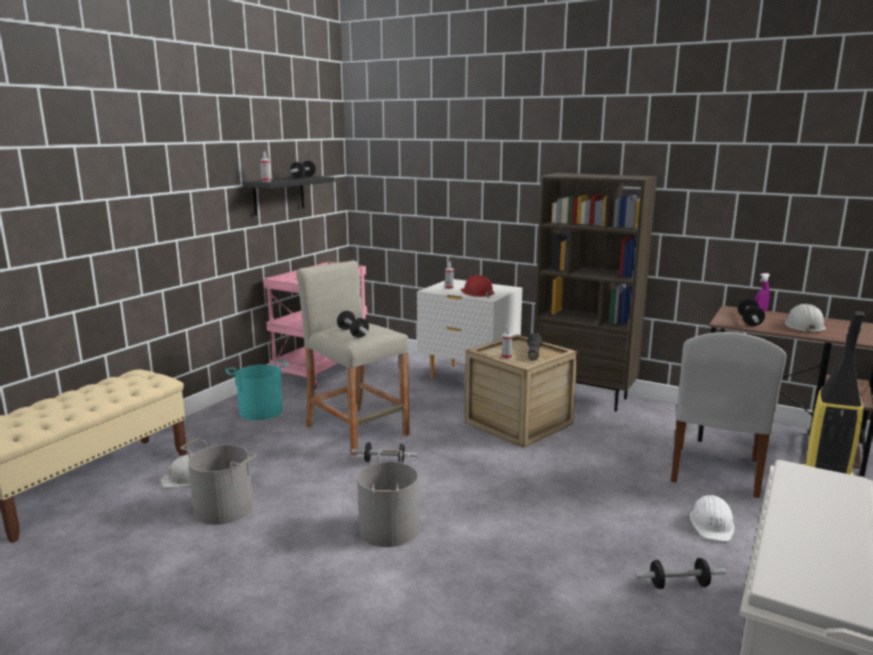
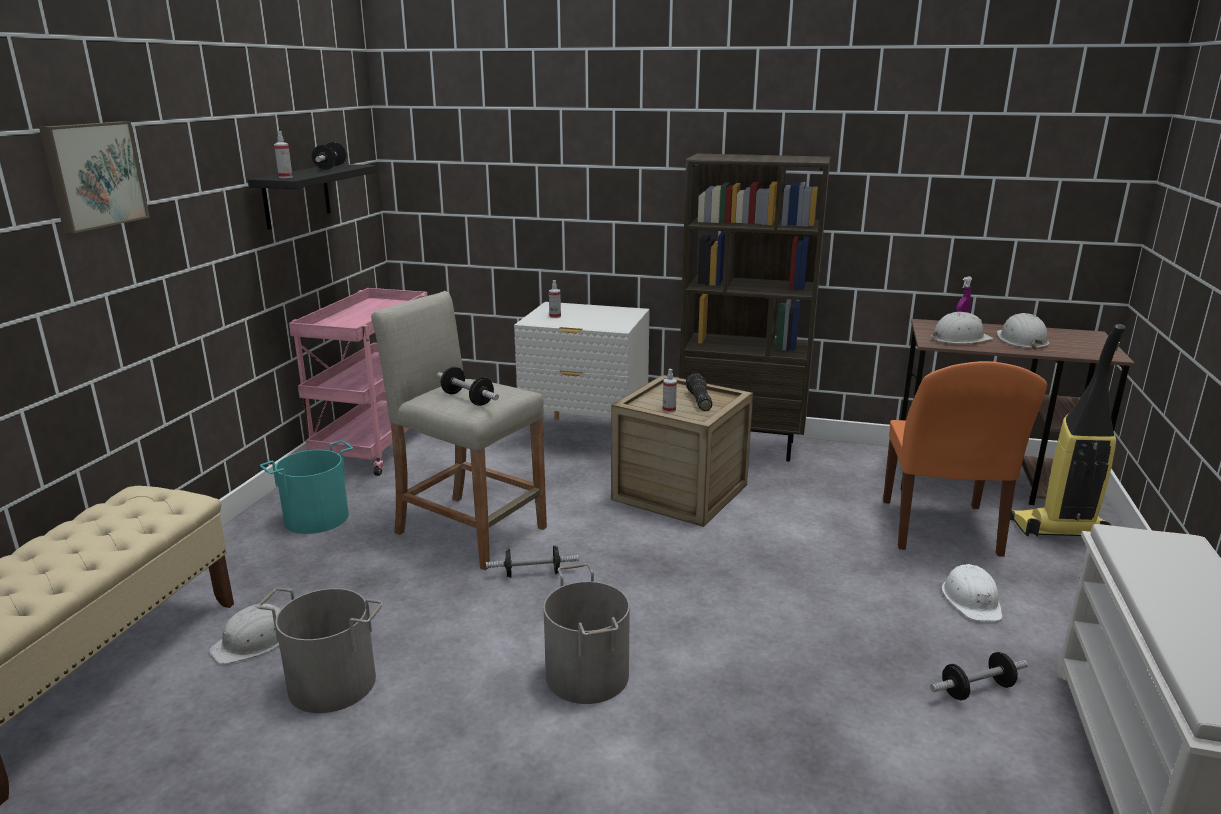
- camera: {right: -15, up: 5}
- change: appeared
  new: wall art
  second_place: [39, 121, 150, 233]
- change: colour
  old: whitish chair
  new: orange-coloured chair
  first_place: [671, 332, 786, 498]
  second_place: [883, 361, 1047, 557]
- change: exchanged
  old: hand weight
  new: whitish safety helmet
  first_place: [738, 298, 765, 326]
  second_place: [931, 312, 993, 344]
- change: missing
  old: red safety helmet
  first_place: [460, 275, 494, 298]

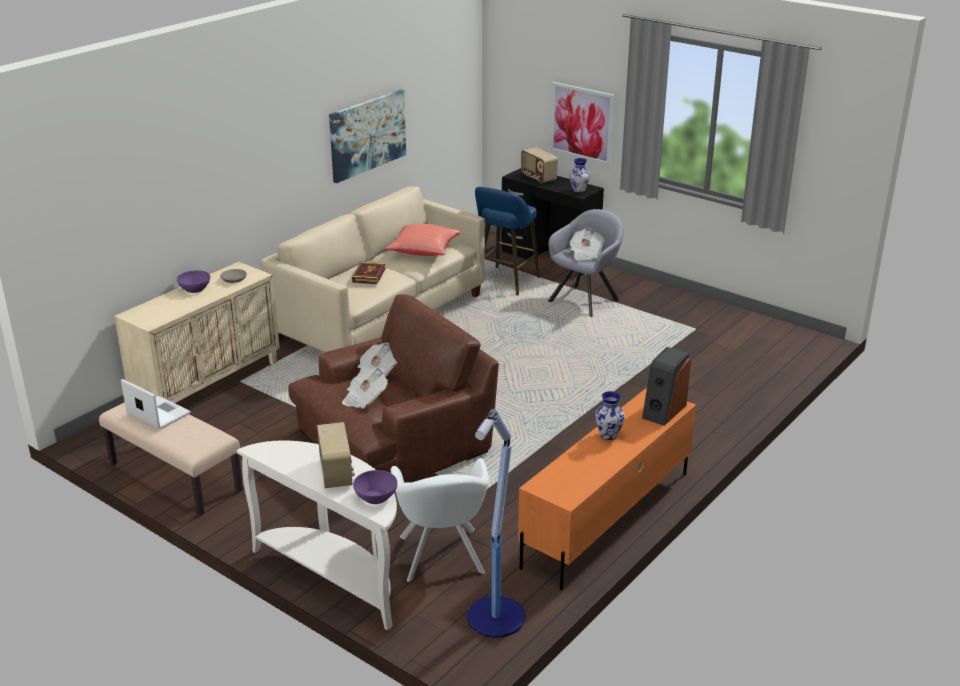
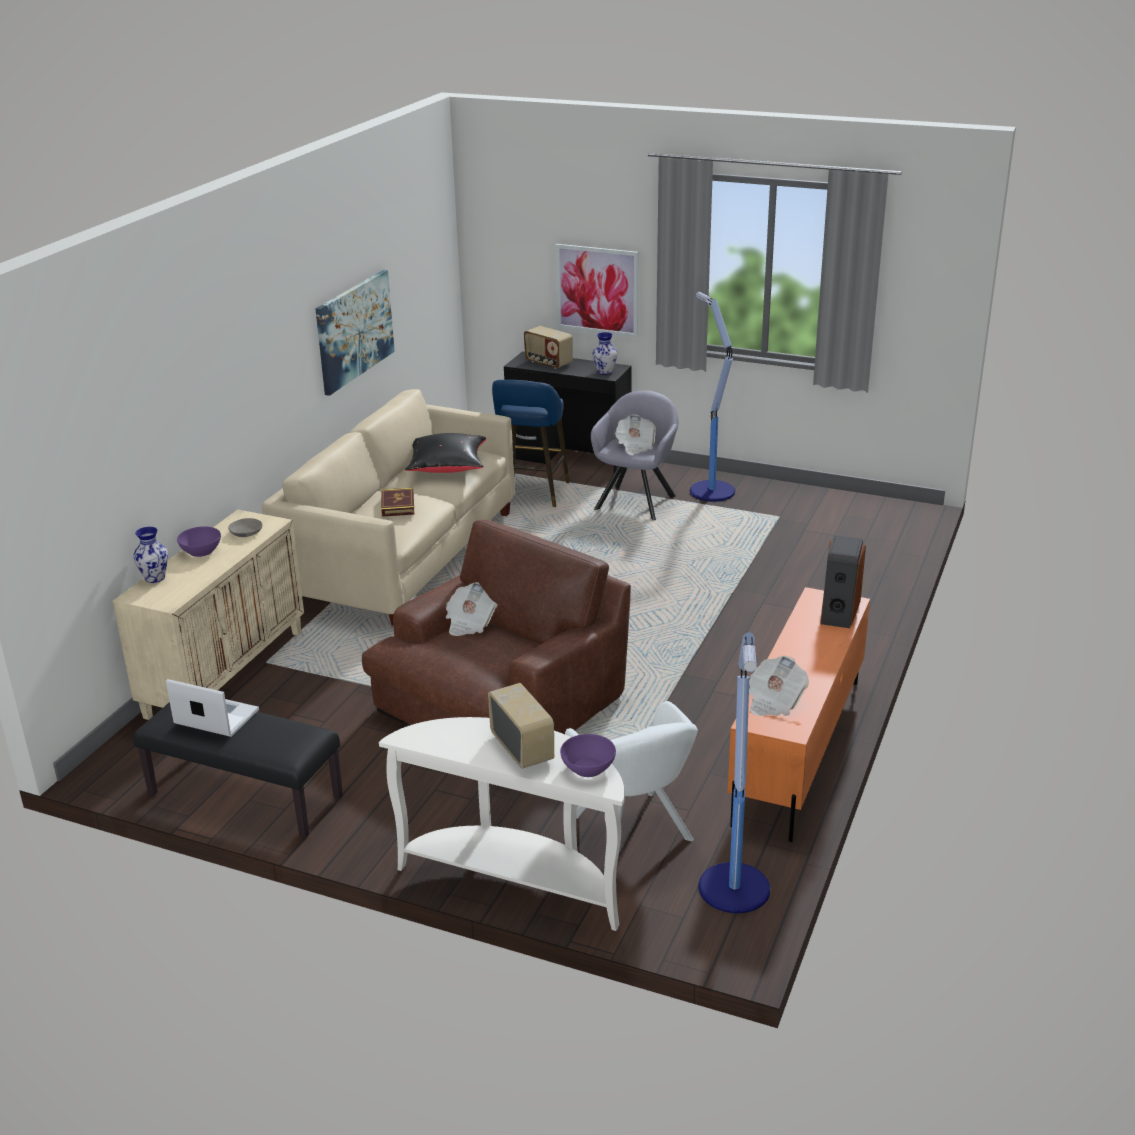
- camera: {right: -15, up: 0}
- change: relocated
  old: flower vase
  first_place: [595, 391, 625, 440]
  second_place: [133, 527, 168, 583]
- change: colour
  old: beige indoor bench
  new: black indoor bench
  first_place: [99, 402, 243, 516]
  second_place: [133, 702, 343, 838]
- change: colour
  old: red throw pillow
  new: black throw pillow
  first_place: [385, 224, 461, 256]
  second_place: [405, 433, 486, 473]
- change: appeared
  new: standard lamp
  second_place: [690, 292, 735, 502]
- change: relocated
  old: printed paper
  first_place: [342, 367, 388, 409]
  second_place: [749, 656, 809, 716]

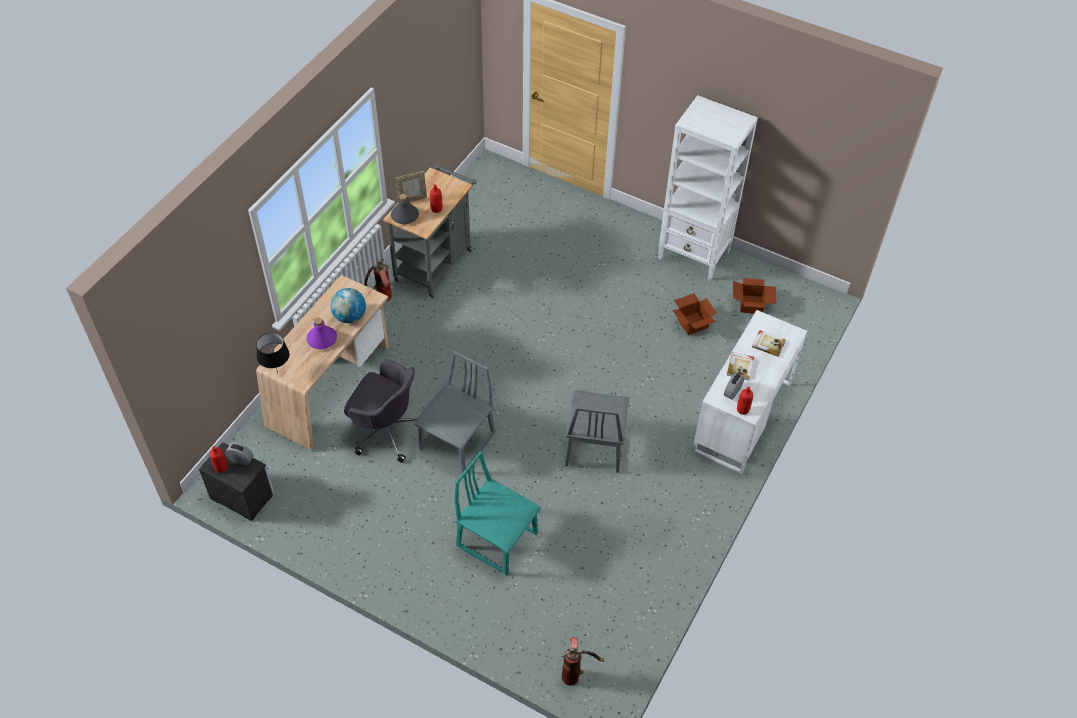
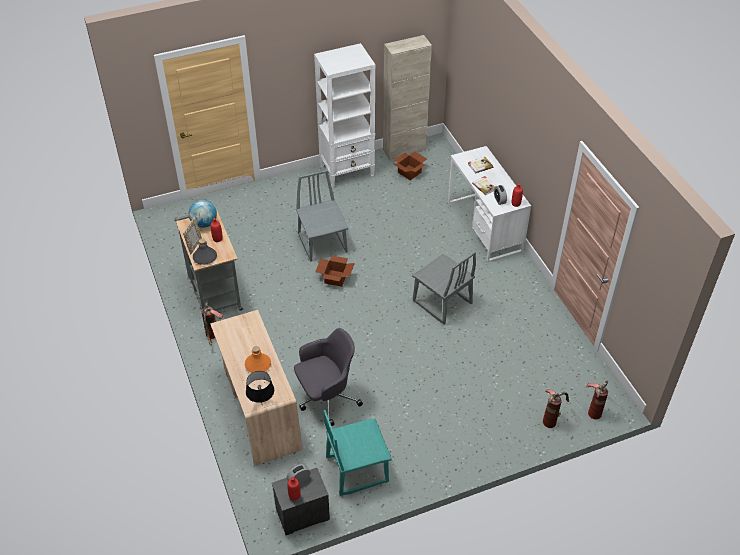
- camera: {right: -50, up: -5}
- change: relocated
  old: globe
  first_place: [330, 288, 366, 323]
  second_place: [189, 200, 217, 228]
- change: colour
  old: purple-coloured drink bottle
  new: orange-coloured drink bottle
  first_place: [307, 318, 337, 349]
  second_place: [245, 346, 271, 373]
- change: relocated
  old: grey chair
  first_place: [414, 351, 495, 473]
  second_place: [296, 170, 348, 262]
- change: relocated
  old: cardboard box
  first_place: [673, 293, 717, 335]
  second_place: [315, 255, 355, 287]
- change: relocated
  old: turquoise-coloured chair
  first_place: [455, 451, 541, 575]
  second_place: [323, 410, 392, 496]
- change: appeared
  new: beige cupboard
  second_place: [383, 35, 432, 160]
- change: appeared
  new: fire-fighting cylinder
  second_place: [543, 389, 569, 428]

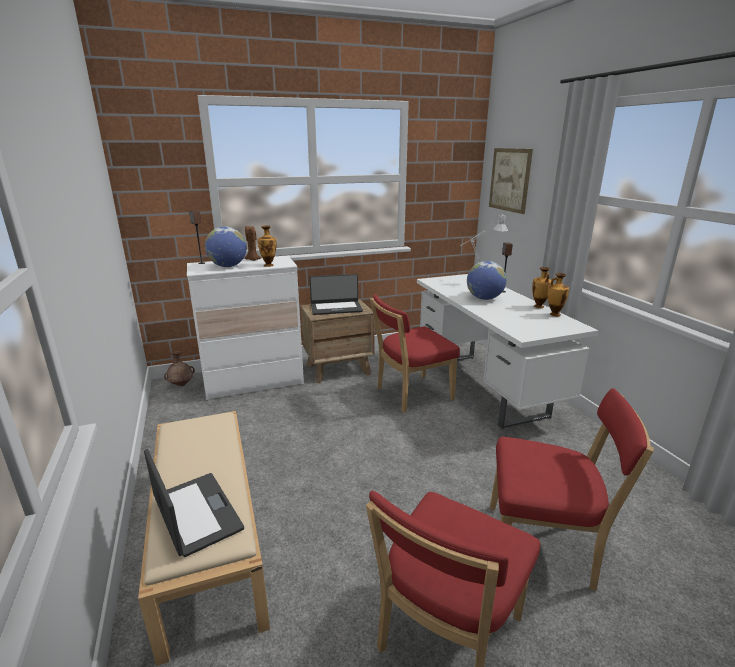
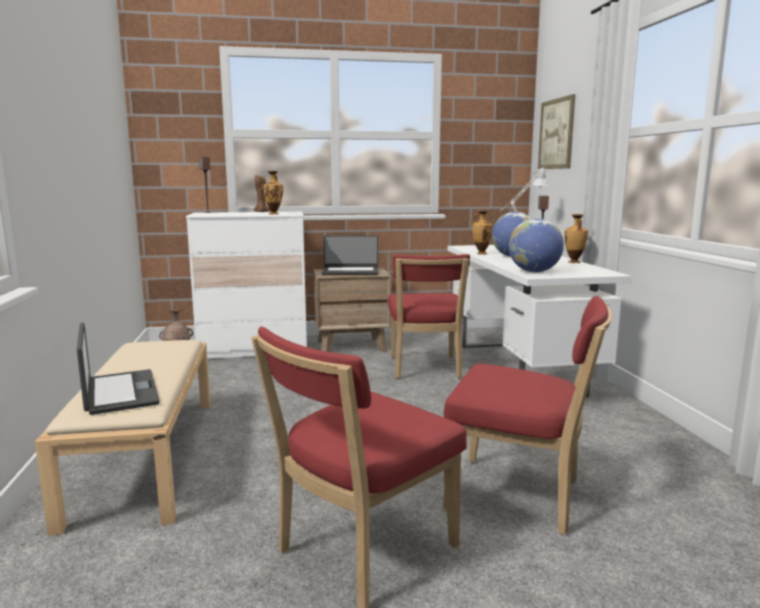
- camera: {right: 10, up: -10}
- change: spun
  old: red chair
  first_place: [370, 294, 460, 413]
  second_place: [388, 254, 470, 379]
  degrees: -75
- change: relocated
  old: flower vase
  first_place: [548, 273, 569, 317]
  second_place: [472, 210, 492, 255]
- change: relocated
  old: globe
  first_place: [205, 227, 247, 267]
  second_place: [509, 219, 564, 272]

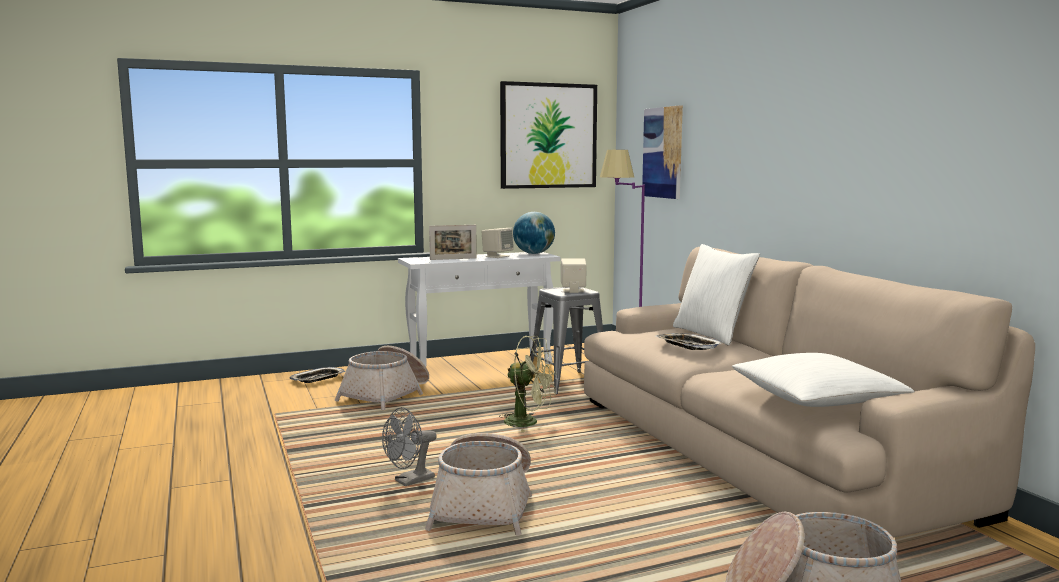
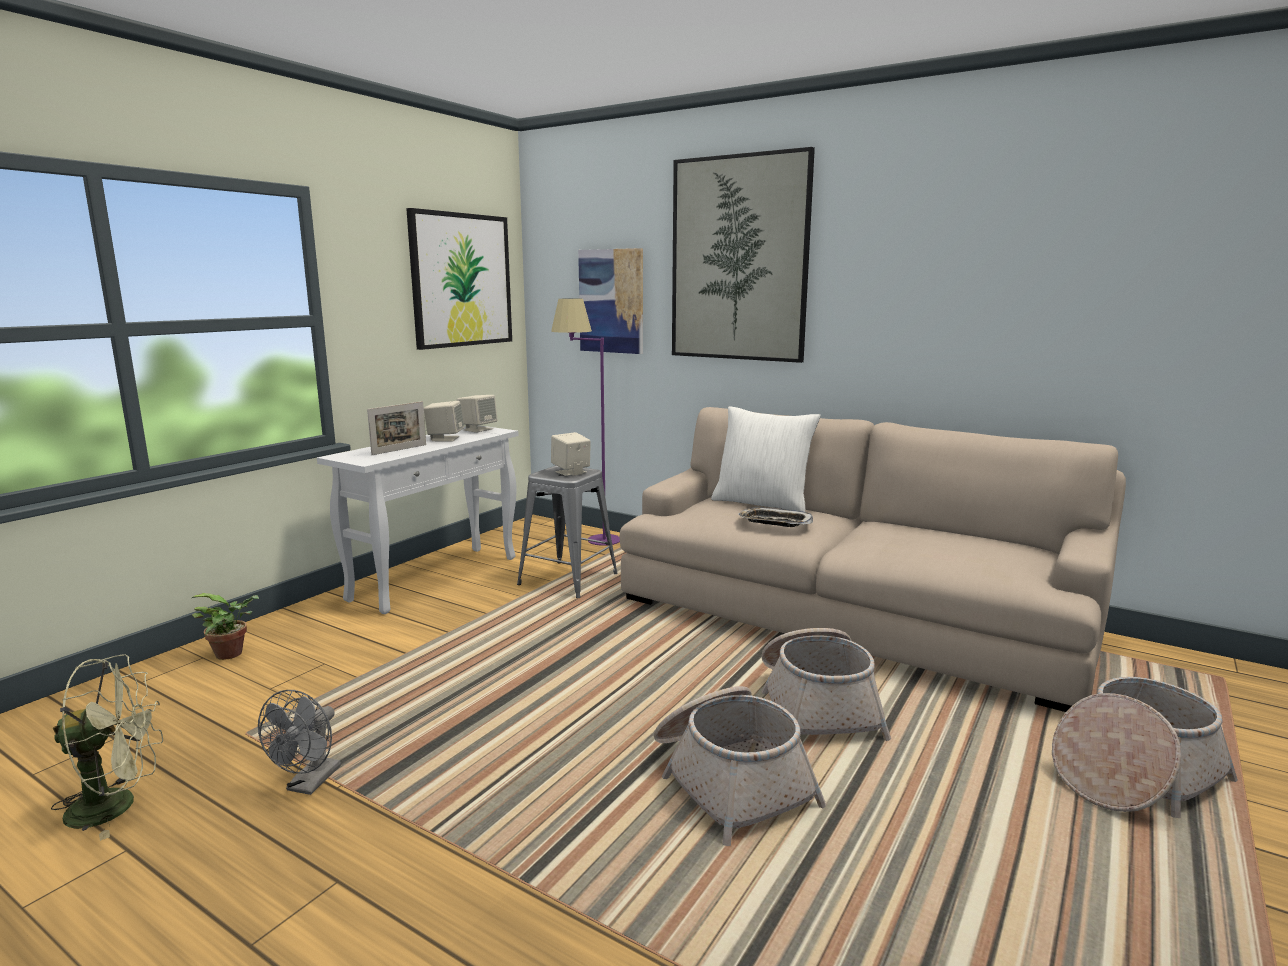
- camera: {right: -35, up: 5}
- change: relocated
  old: green electric fan
  first_place: [500, 336, 557, 432]
  second_place: [51, 654, 163, 841]
- change: exchanged
  old: tray
  new: plant in a pot
  first_place: [290, 367, 345, 383]
  second_place: [192, 593, 259, 660]
- change: relocated
  old: grey electric fan
  first_place: [382, 407, 436, 486]
  second_place: [258, 690, 341, 795]
- change: exchanged
  old: globe
  new: beige speaker
  first_place: [513, 212, 555, 254]
  second_place: [457, 395, 498, 433]
- change: appeared
  new: wall art
  second_place: [672, 147, 815, 363]
- change: relocated
  old: basket
  first_place: [335, 346, 429, 410]
  second_place: [761, 628, 891, 741]
- change: missing
  old: whitish throw pillow
  first_place: [732, 353, 915, 407]

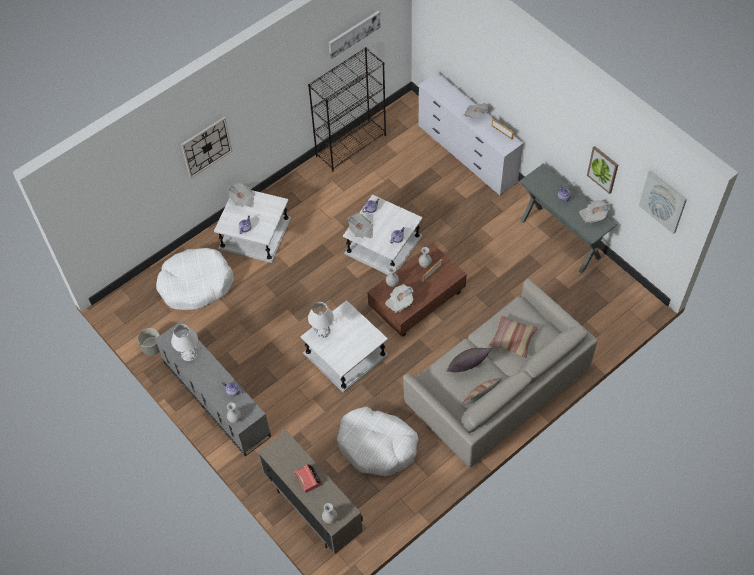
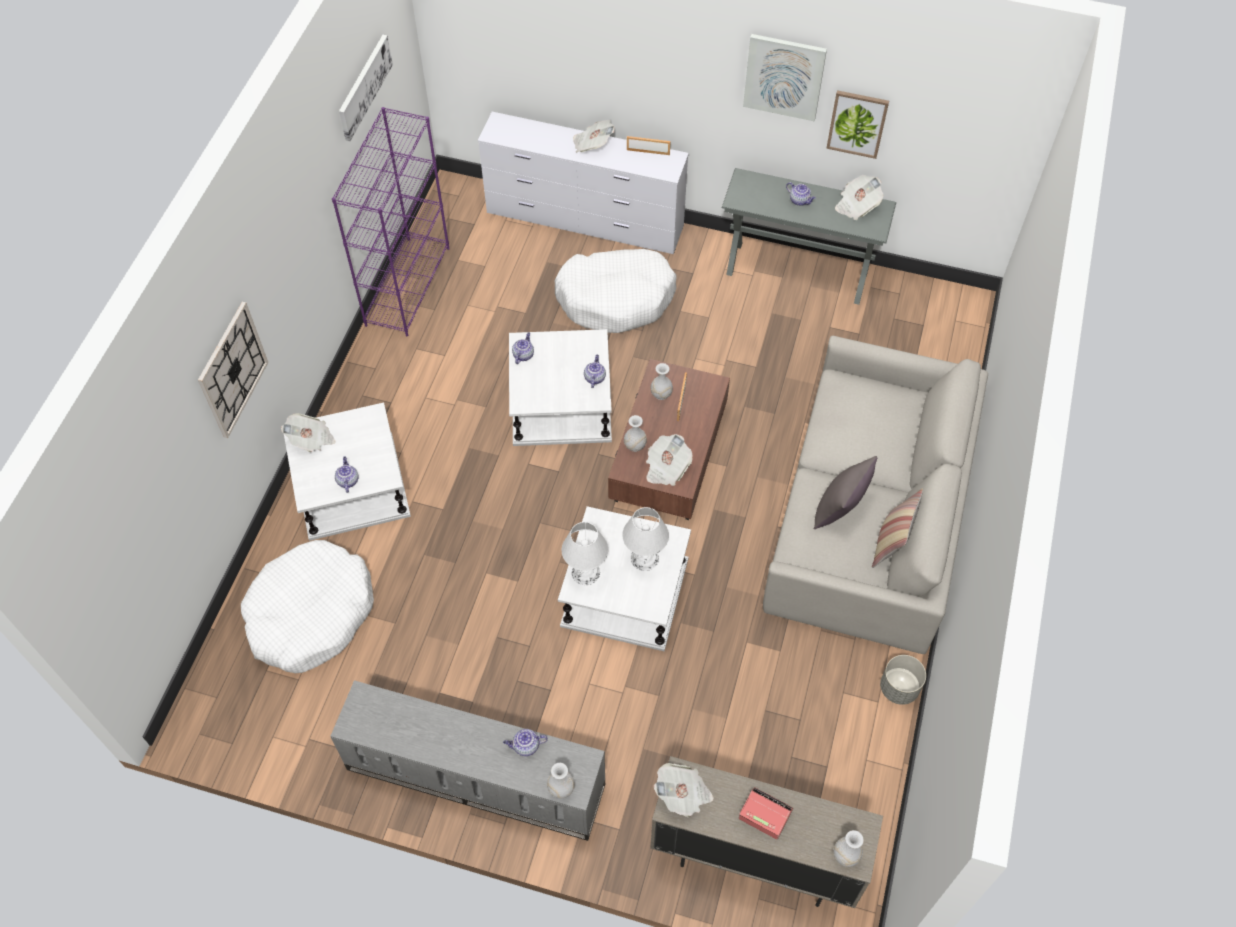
- camera: {right: -35, up: 0}
- change: colour
  old: black shelving unit
  new: purple-coloured shelving unit
  first_place: [308, 47, 386, 172]
  second_place: [332, 107, 449, 336]
- change: relocated
  old: whitish pet bed
  first_place: [337, 407, 419, 476]
  second_place: [555, 249, 677, 333]
- change: relocated
  old: whitish lamp for a table
  first_place: [171, 324, 198, 361]
  second_place: [622, 507, 669, 571]
- change: relocated
  old: printed paper
  first_place: [348, 213, 373, 238]
  second_place: [654, 763, 714, 817]
- change: relocated
  old: wall art
  first_place: [639, 170, 687, 234]
  second_place: [743, 34, 827, 121]
- change: relocated
  old: grey plant pot
  first_place: [138, 328, 160, 355]
  second_place: [880, 655, 926, 705]
- change: missing
  old: throw pillow
  first_place: [489, 316, 538, 358]

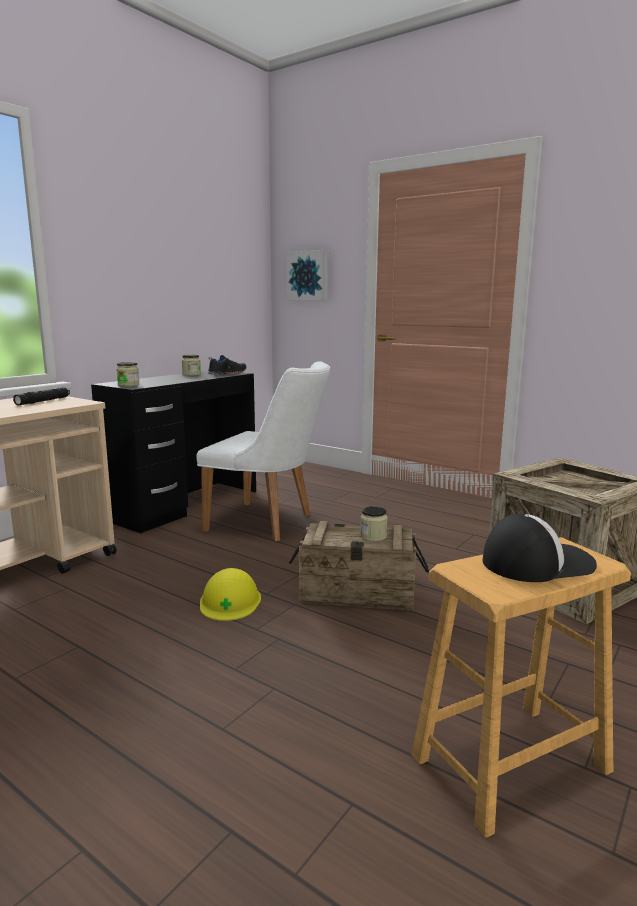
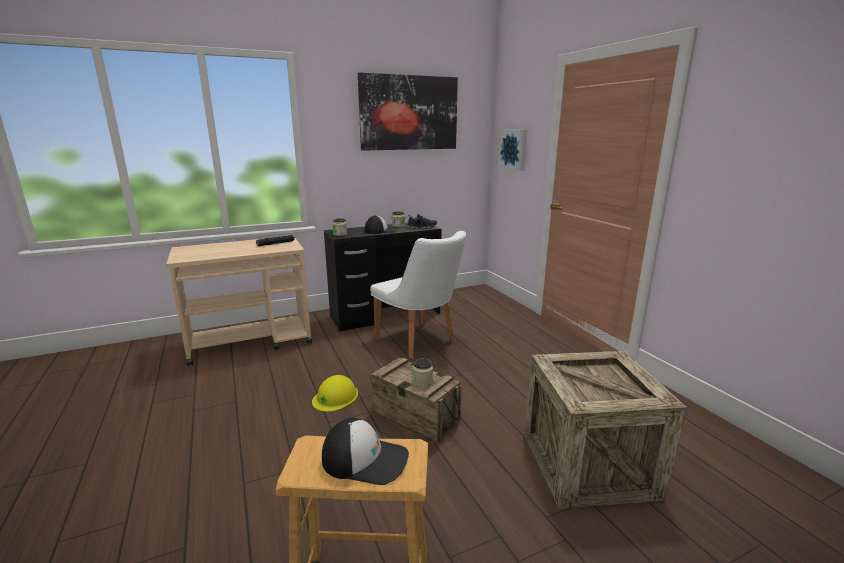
- camera: {right: 30, up: 5}
- change: appeared
  new: wall art
  second_place: [358, 72, 458, 151]
- change: appeared
  new: peaked cap
  second_place: [365, 215, 398, 234]

